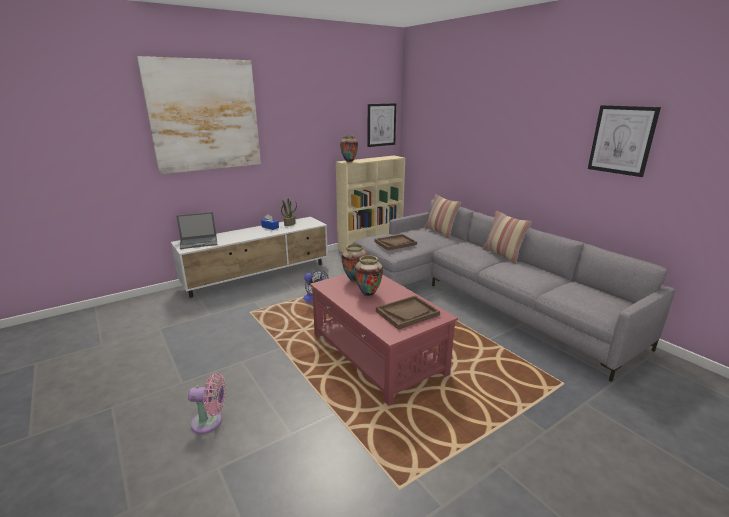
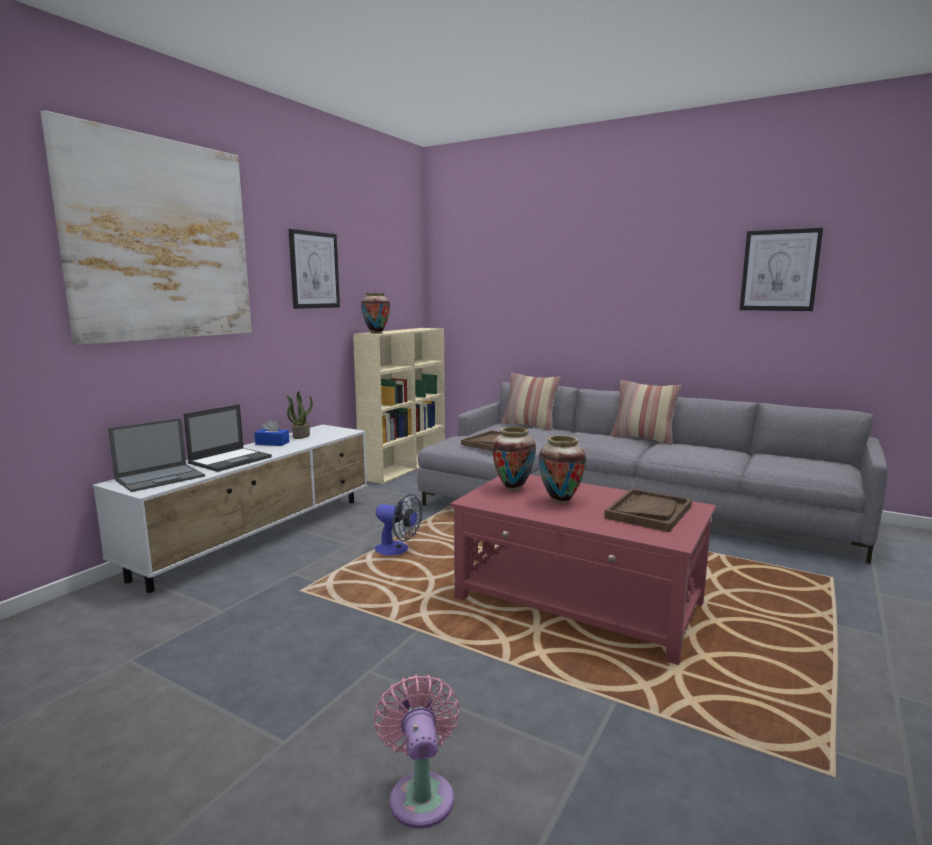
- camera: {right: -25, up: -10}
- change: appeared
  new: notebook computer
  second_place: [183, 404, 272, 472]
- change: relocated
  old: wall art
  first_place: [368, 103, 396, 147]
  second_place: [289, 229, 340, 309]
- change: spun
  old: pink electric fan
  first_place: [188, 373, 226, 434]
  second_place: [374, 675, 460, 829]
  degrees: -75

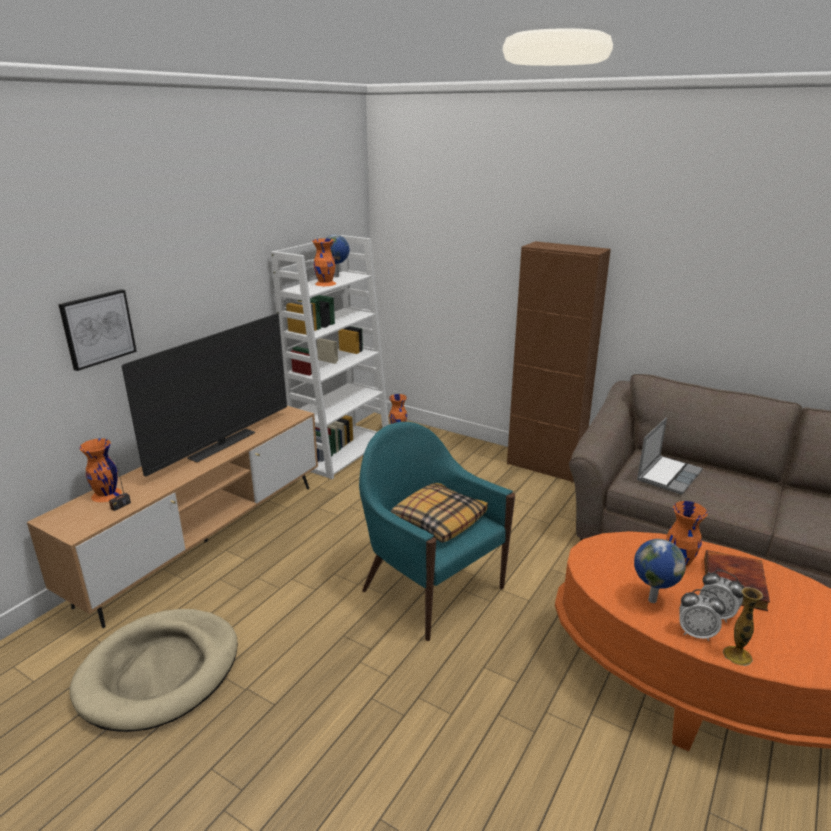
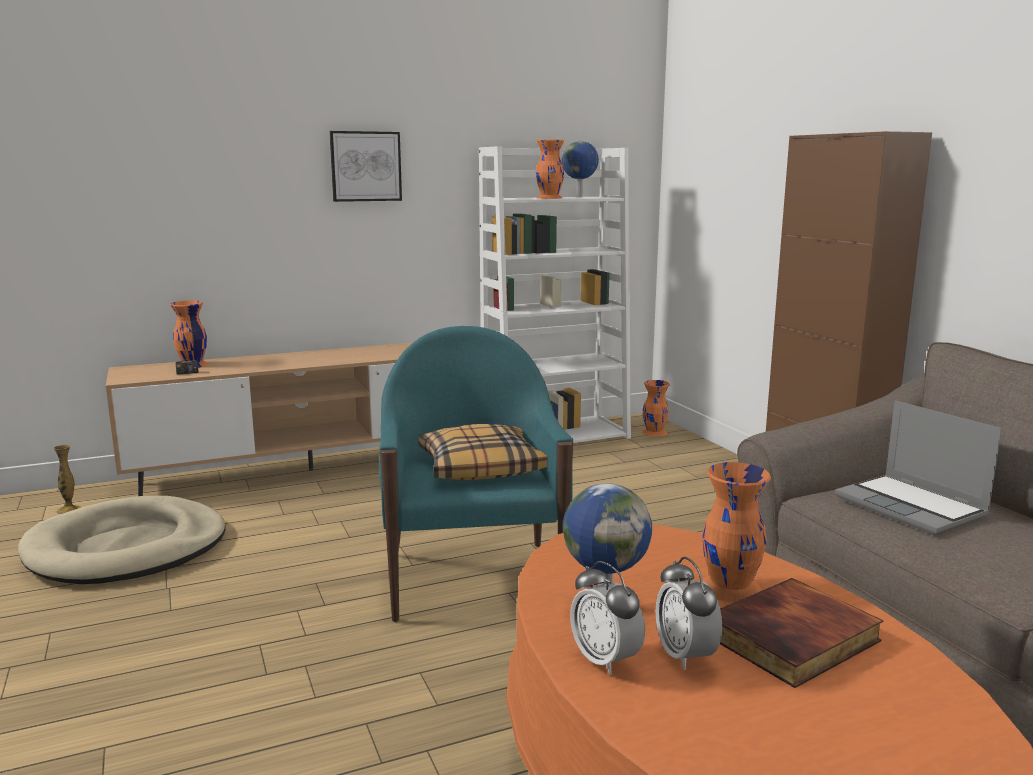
- camera: {right: 35, up: -10}
- change: relocated
  old: flower vase
  first_place: [723, 587, 763, 666]
  second_place: [53, 445, 81, 514]
- change: relocated
  old: wall art
  first_place: [58, 289, 137, 371]
  second_place: [329, 131, 402, 202]
- change: spun
  old: notebook computer
  first_place: [637, 417, 703, 495]
  second_place: [835, 400, 1002, 535]
  degrees: 75
- change: missing
  old: TV set
  first_place: [122, 313, 287, 476]

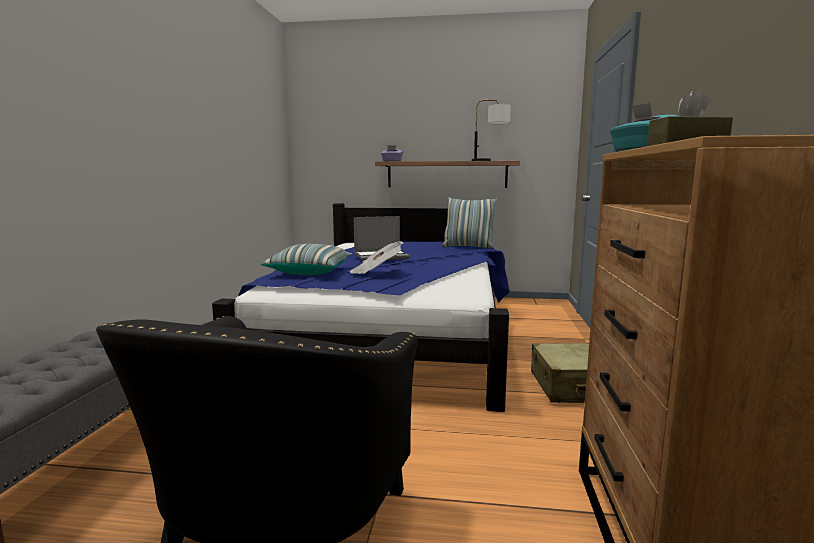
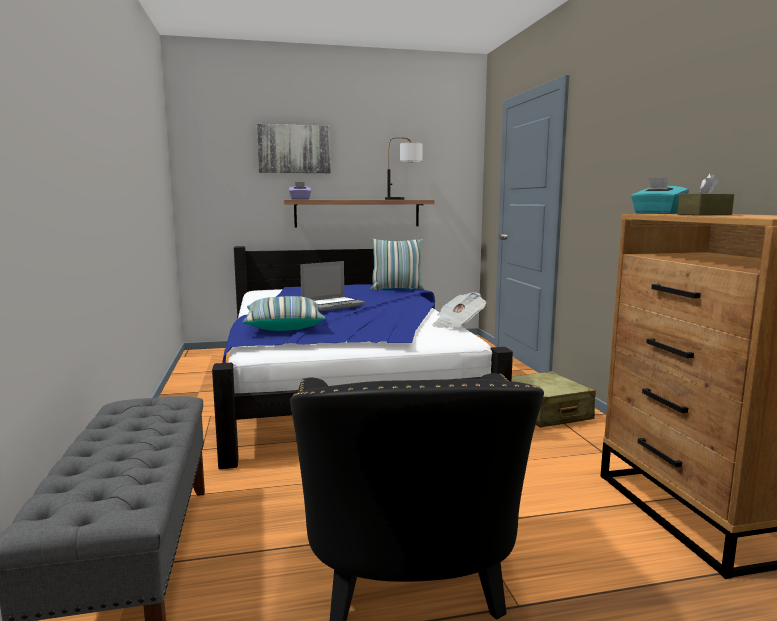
- camera: {right: -20, up: 0}
- change: appeared
  new: wall art
  second_place: [257, 124, 331, 173]
- change: relocated
  old: printed paper
  first_place: [350, 241, 403, 274]
  second_place: [432, 292, 486, 328]

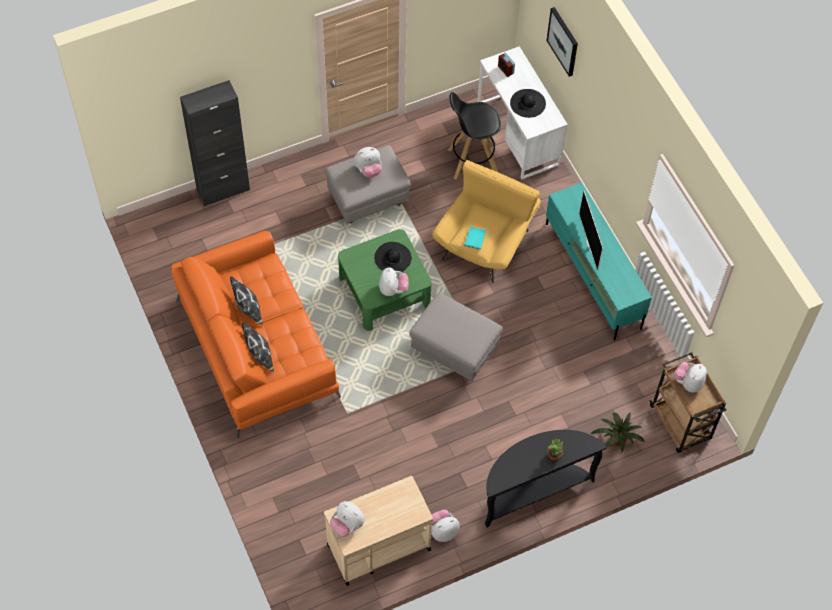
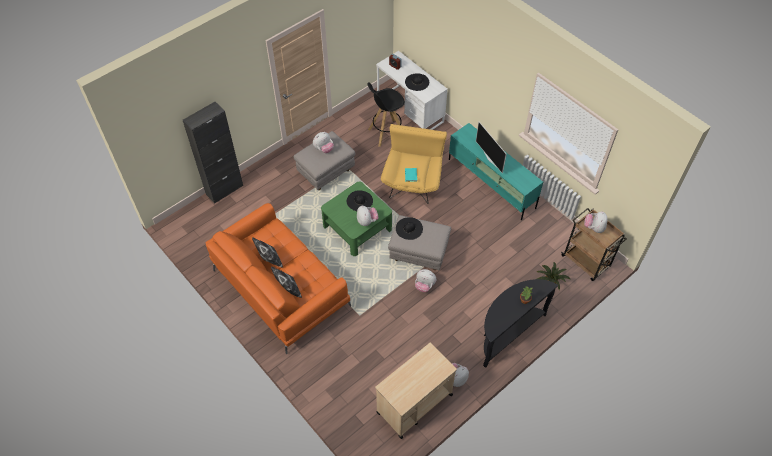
- camera: {right: -15, up: -5}
- change: appeared
  new: black wearable hat
  second_place: [396, 217, 423, 240]
- change: relocated
  old: cuddly toy
  first_place: [330, 501, 365, 537]
  second_place: [415, 269, 436, 292]
- change: missing
  old: wall art
  first_place: [546, 7, 578, 77]

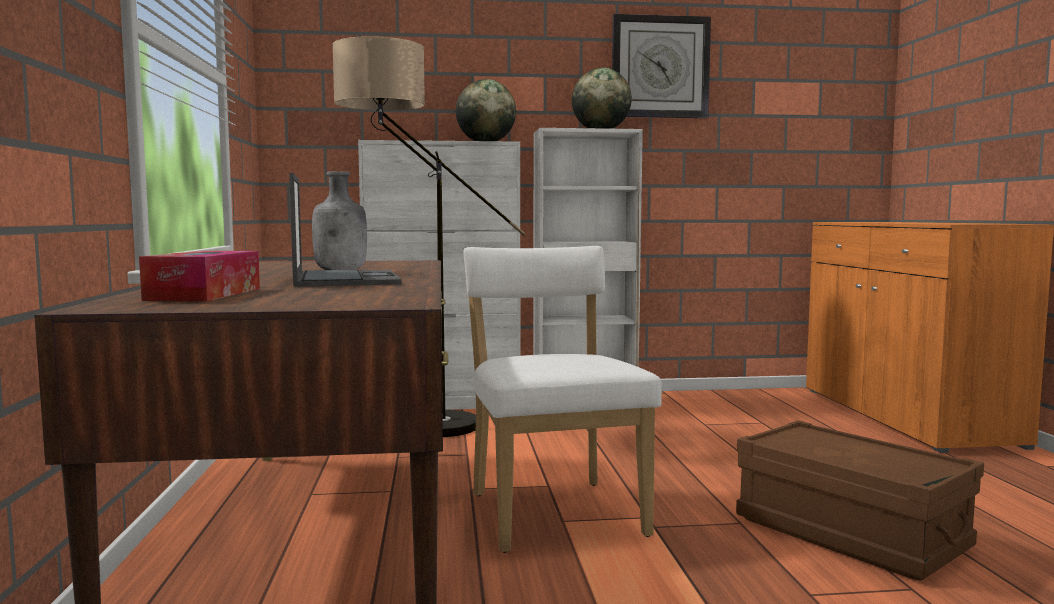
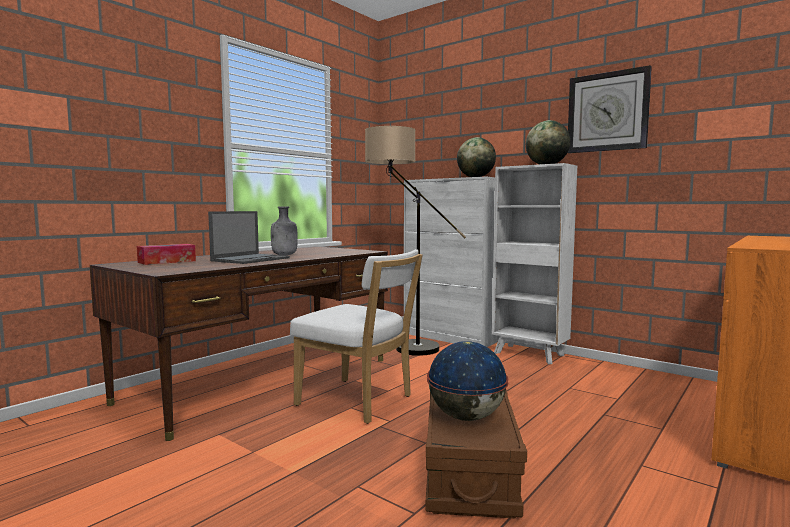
- camera: {right: 45, up: 0}
- change: spun
  old: whitish chair
  first_place: [463, 246, 662, 553]
  second_place: [290, 249, 423, 424]
  degrees: 90
- change: appeared
  new: globe
  second_place: [427, 341, 508, 421]

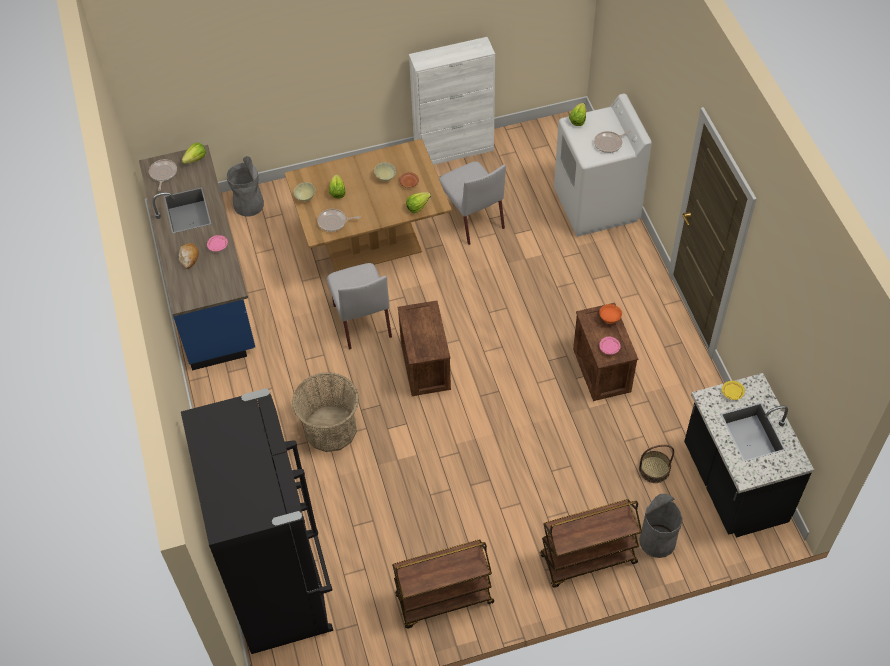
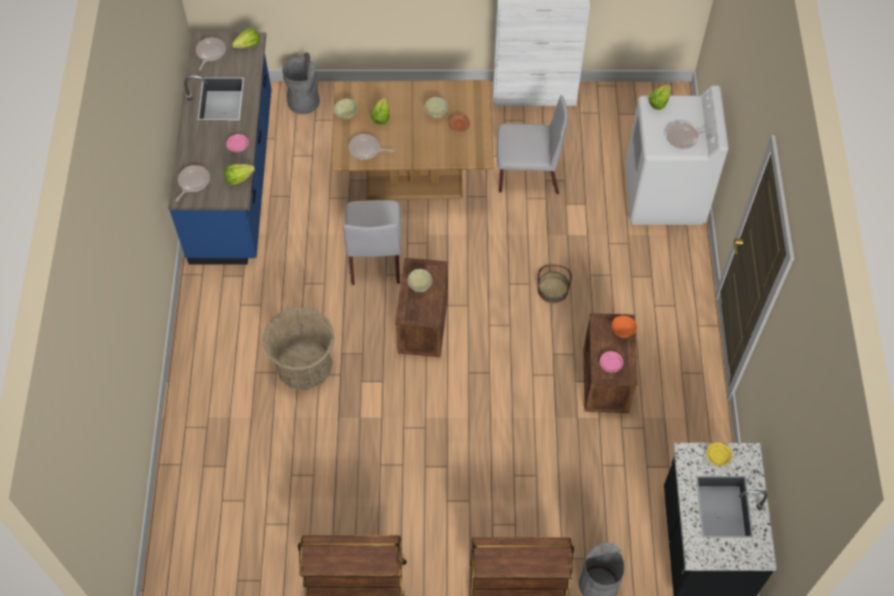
- camera: {right: 15, up: 5}
- change: appeared
  new: frying pan
  second_place: [176, 165, 210, 202]
- change: relocated
  old: lettuce head
  first_place: [406, 192, 431, 213]
  second_place: [224, 164, 255, 185]
- change: appeared
  new: beige deep dish
  second_place: [408, 269, 433, 292]
- change: spun
  old: grey chair
  first_place: [439, 161, 506, 245]
  second_place: [497, 95, 568, 194]
  degrees: -75
- change: relocated
  old: basket
  first_place: [639, 445, 674, 483]
  second_place: [537, 264, 572, 303]
- change: missing
  old: bread
  first_place: [179, 243, 199, 269]
- change: missing
  old: black kitchen fridge
  first_place: [181, 388, 333, 654]

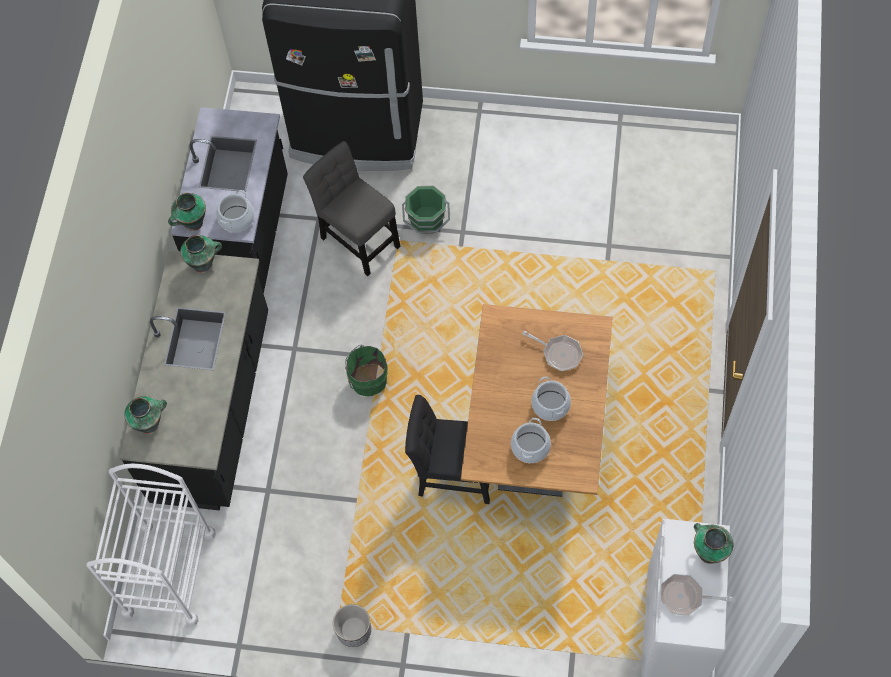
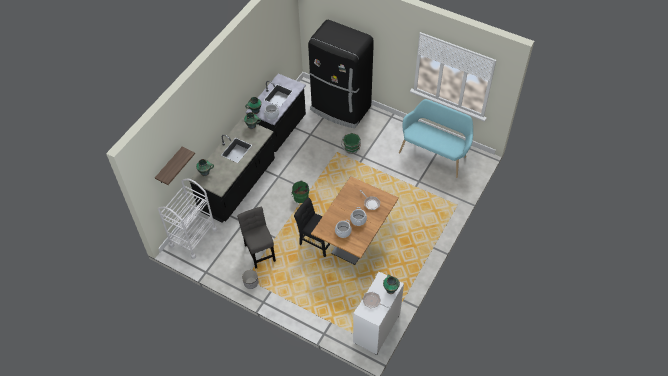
- camera: {right: 20, up: -10}
- change: appeared
  new: shelf
  second_place: [155, 147, 195, 185]
- change: relocated
  old: grey chair
  first_place: [303, 141, 400, 276]
  second_place: [237, 207, 276, 269]
- change: appeared
  new: turquoise-coloured indoor bench
  second_place: [399, 99, 473, 178]

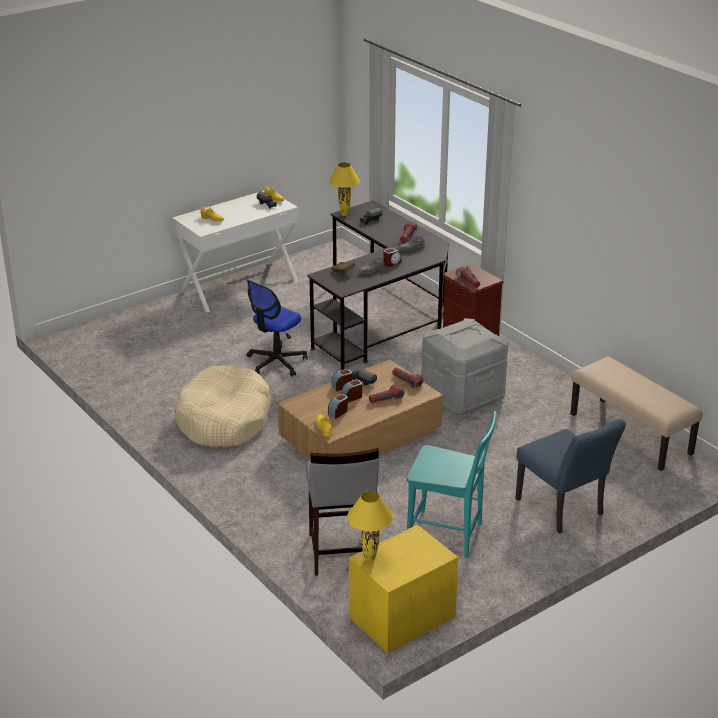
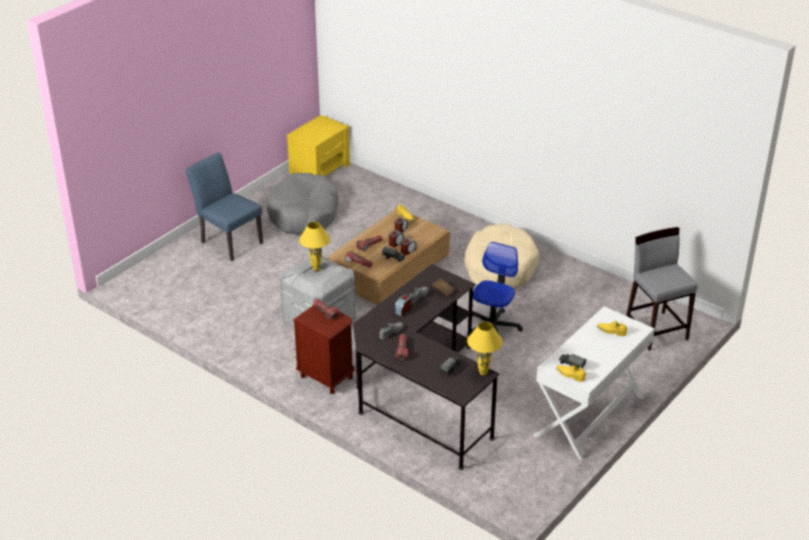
- camera: {right: 165, up: 5}
- change: exchanged
  old: turquoise-coloured chair
  new: grey pet bed
  first_place: [406, 411, 497, 558]
  second_place: [267, 173, 339, 234]
- change: relocated
  old: yellow lamp for a table
  first_place: [347, 491, 393, 562]
  second_place: [299, 222, 330, 271]
- change: relocated
  old: grey stool
  first_place: [306, 448, 379, 576]
  second_place: [626, 227, 698, 351]
- change: missing
  old: beige indoor bench
  first_place: [571, 357, 703, 471]

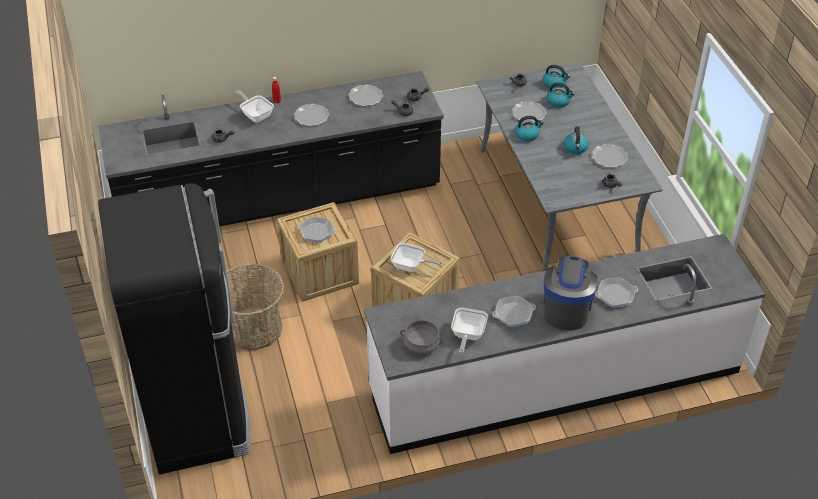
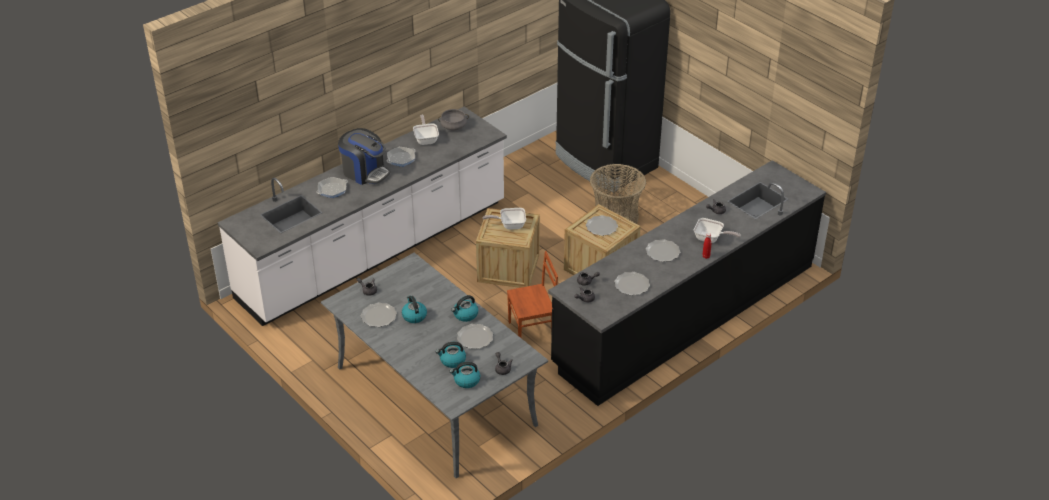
- camera: {right: 155, up: -5}
- change: spun
  old: coffee machine
  first_place: [544, 256, 597, 330]
  second_place: [338, 128, 391, 185]
  degrees: -45
- change: appeared
  new: brownish chair
  second_place: [507, 251, 558, 338]
- change: exchanged
  old: frying pan
  new: plate
  first_place: [297, 217, 336, 243]
  second_place: [586, 215, 618, 236]

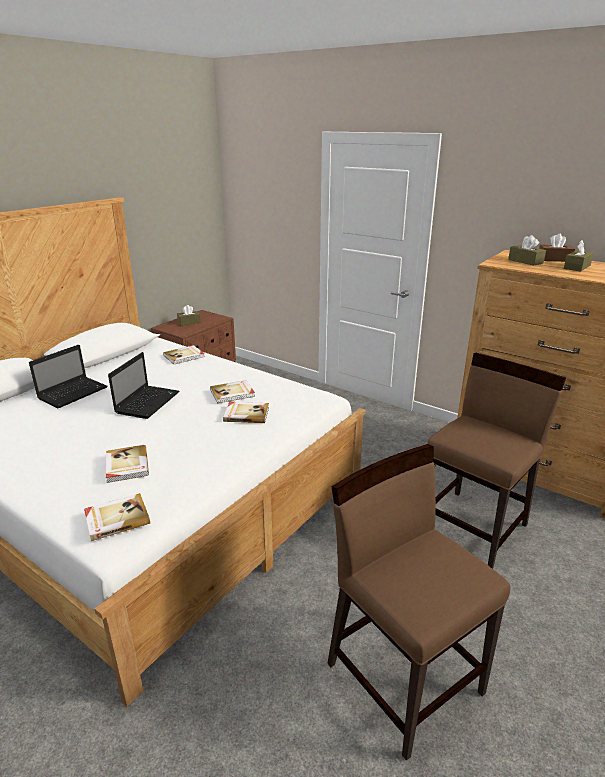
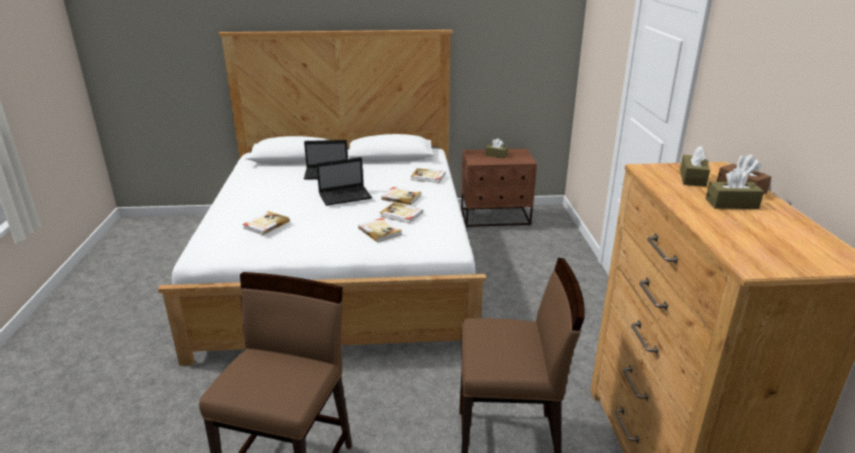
- camera: {right: 50, up: 0}
- change: relocated
  old: book
  first_place: [84, 493, 150, 541]
  second_place: [381, 187, 422, 205]

